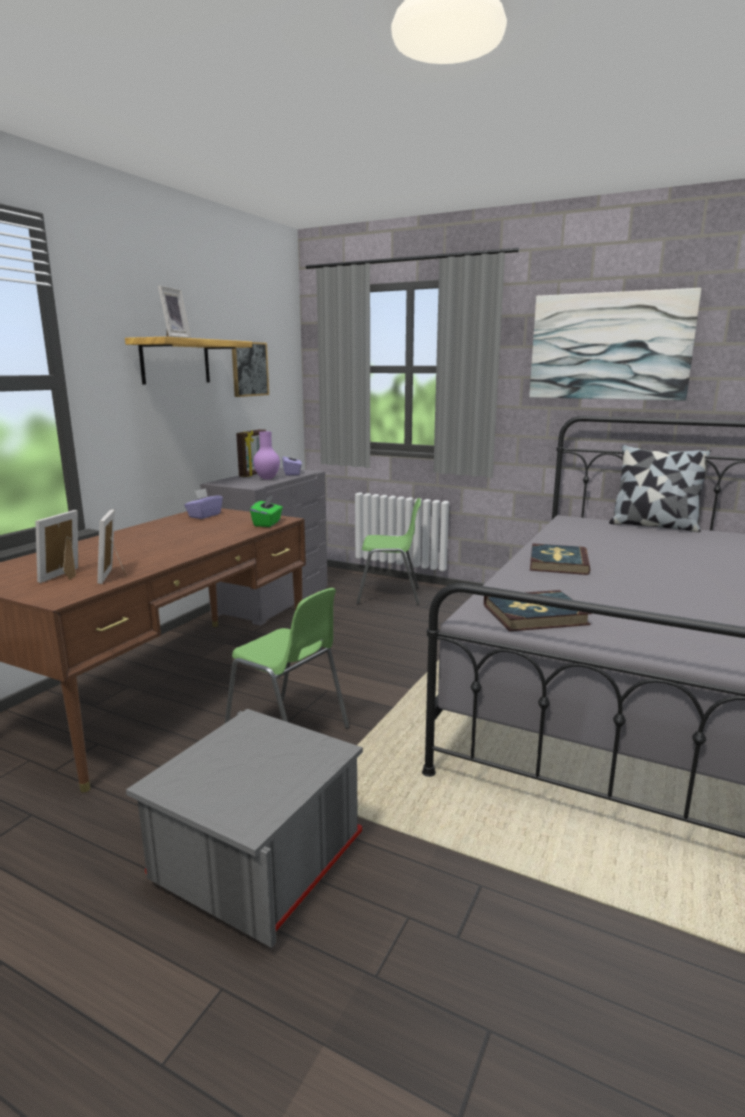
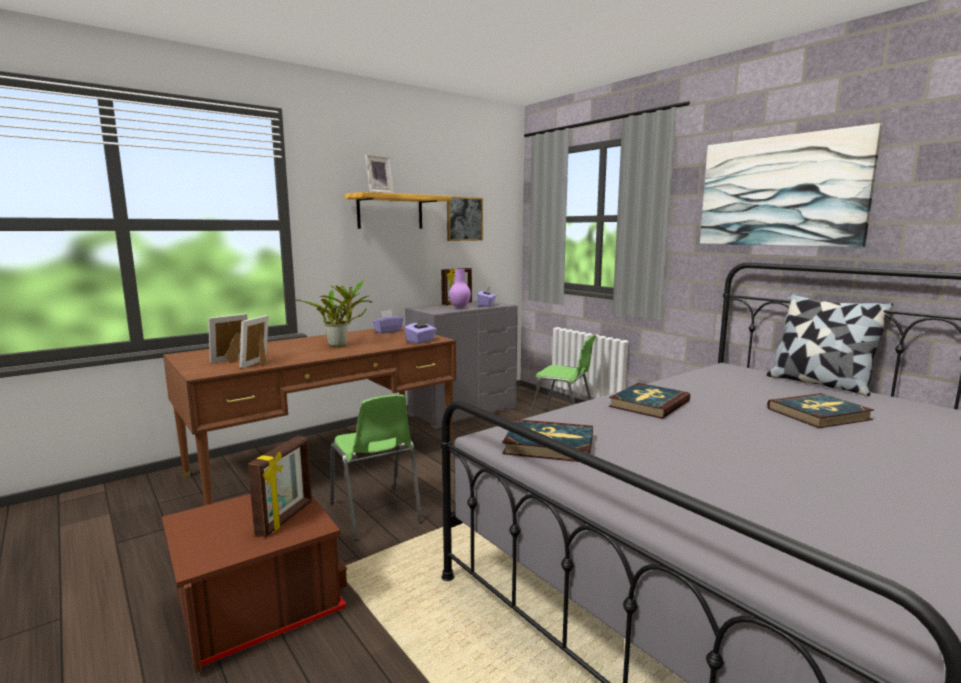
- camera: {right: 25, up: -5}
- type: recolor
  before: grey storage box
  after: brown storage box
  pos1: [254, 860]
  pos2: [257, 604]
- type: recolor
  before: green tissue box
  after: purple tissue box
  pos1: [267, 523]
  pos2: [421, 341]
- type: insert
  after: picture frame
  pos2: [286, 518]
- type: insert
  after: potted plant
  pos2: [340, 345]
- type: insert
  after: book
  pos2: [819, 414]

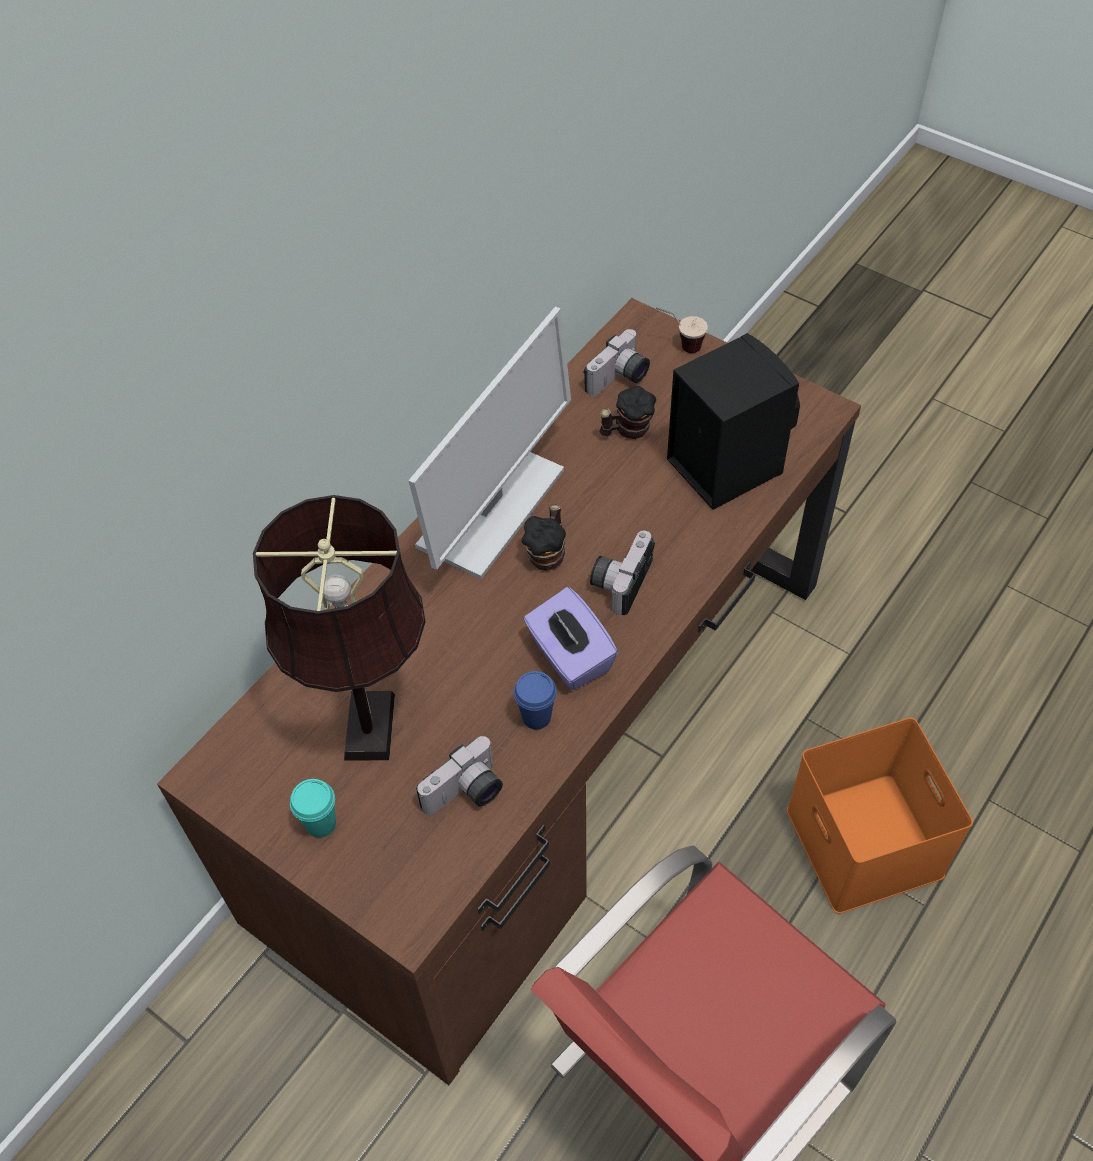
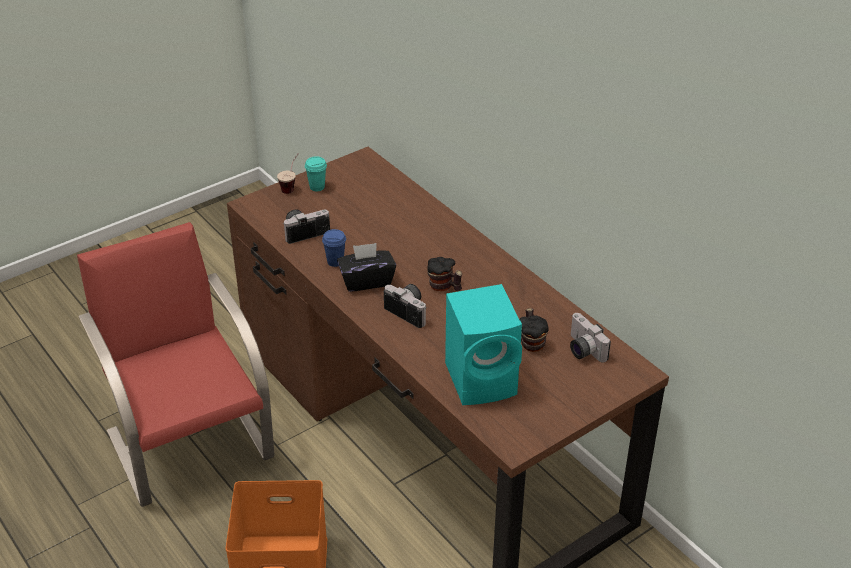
- camera: {right: 105, up: -15}
- type: delete
  before: brown table lamp
  pos1: [371, 719]
- type: delete
  before: monitor
  pos1: [491, 510]
- type: rotate
  before: photo camera
  pos1: [466, 794]
  pos2: [305, 231]
  turn: 90
- type: recolor
  before: purple tissue box
  after: black tissue box
  pos1: [570, 656]
  pos2: [366, 281]
- type: move
  before: cup
  pos1: [679, 345]
  pos2: [291, 186]
- type: recolor
  before: black speaker
  after: turquoise speaker
  pos1: [723, 463]
  pos2: [483, 379]

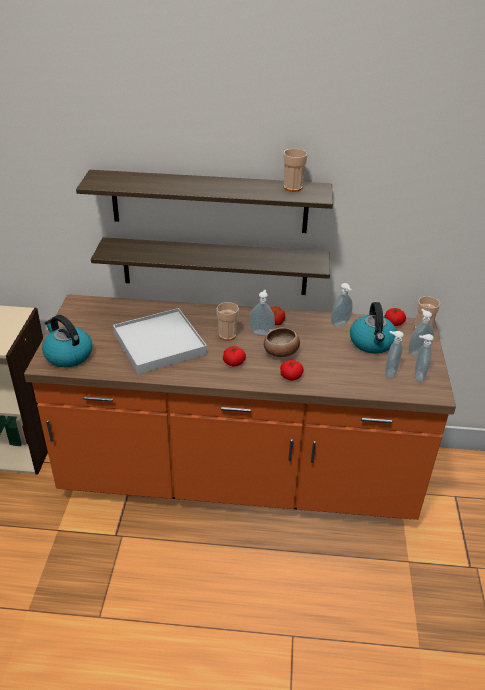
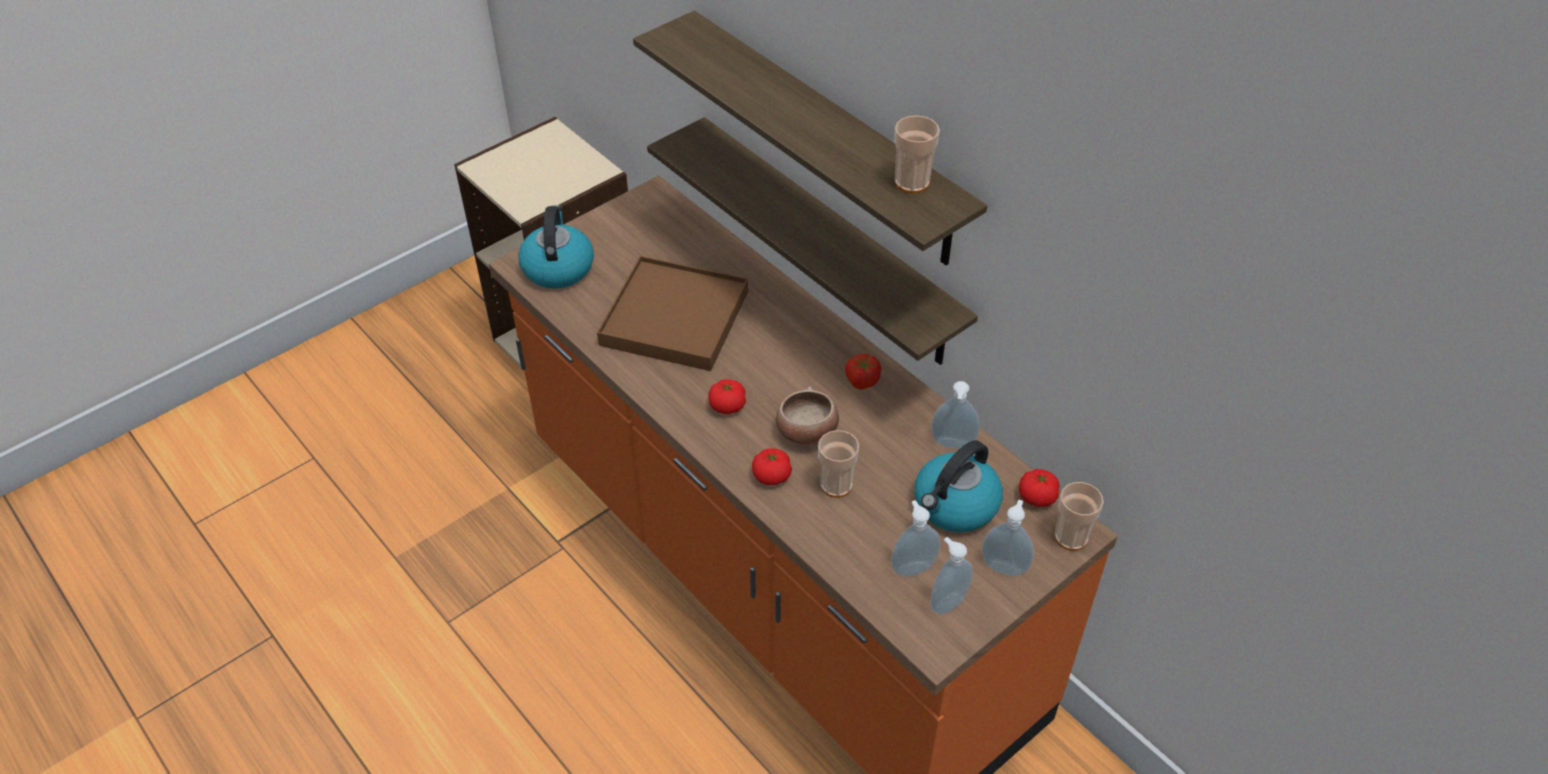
- camera: {right: 45, up: 10}
- type: recolor
  before: white tray
  after: brown tray
  pos1: [159, 343]
  pos2: [675, 318]
- type: move
  before: cup
  pos1: [227, 335]
  pos2: [836, 485]
- type: delete
  before: soap dispenser
  pos1: [261, 332]

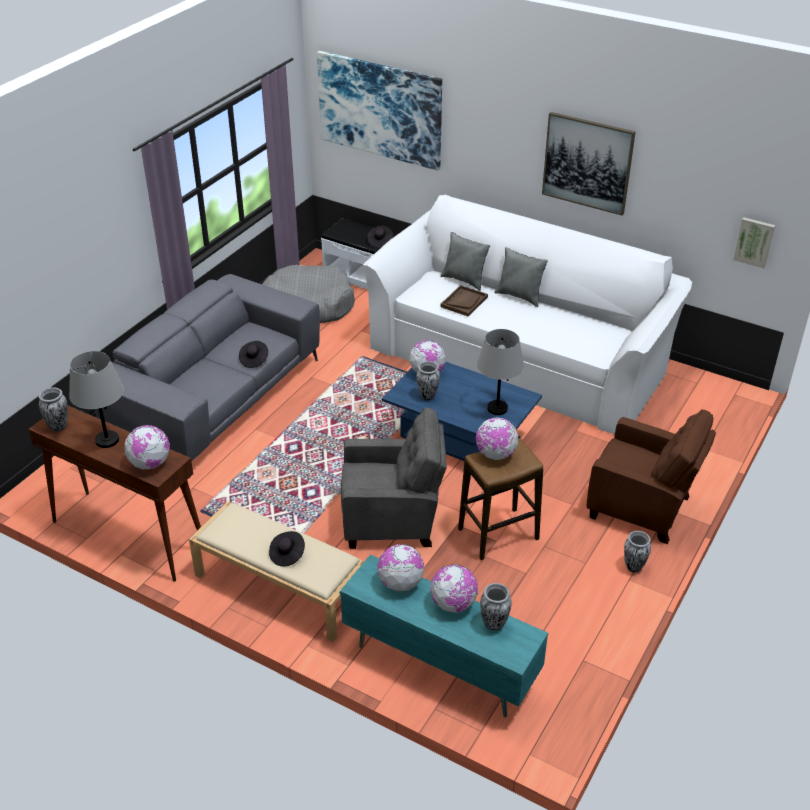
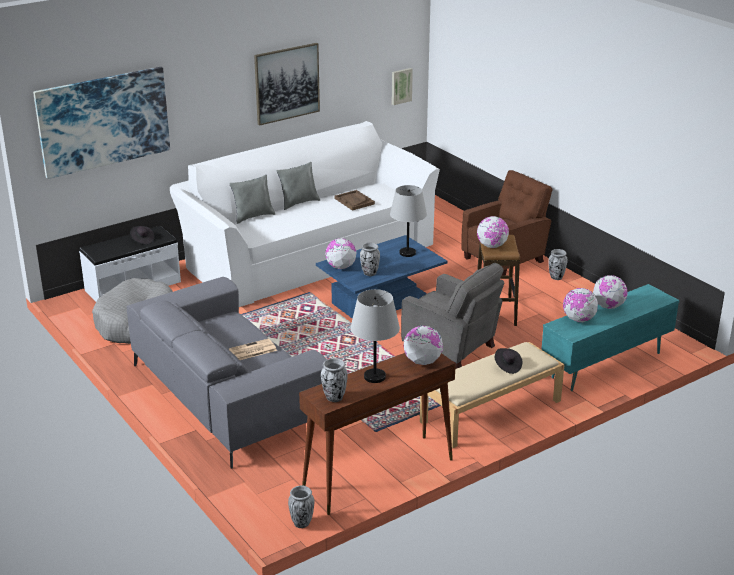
- camera: {right: -65, up: -10}
- type: delete
  before: black hat
  pos1: [254, 360]
- type: rotate
  before: grey armchair
  pos1: [392, 520]
  pos2: [451, 349]
  turn: 105
- type: move
  before: brown tray
  pos1: [464, 302]
  pos2: [354, 201]
- type: move
  before: vase
  pos1: [494, 624]
  pos2: [301, 523]
- type: insert
  after: newspaper
  pos2: [252, 350]

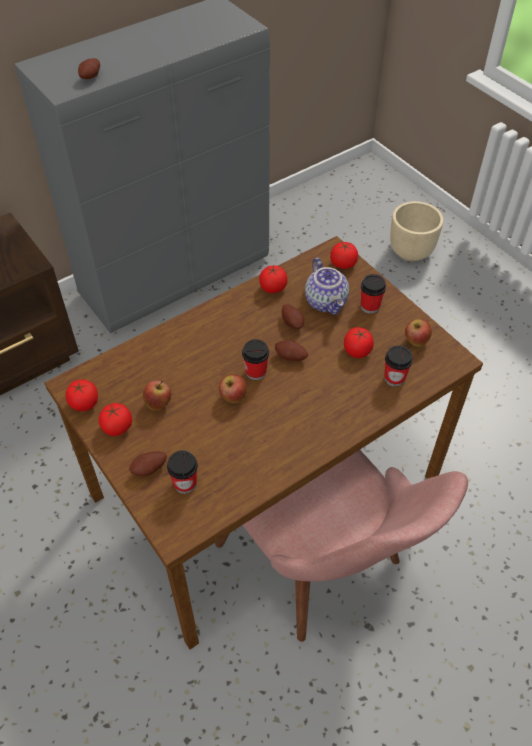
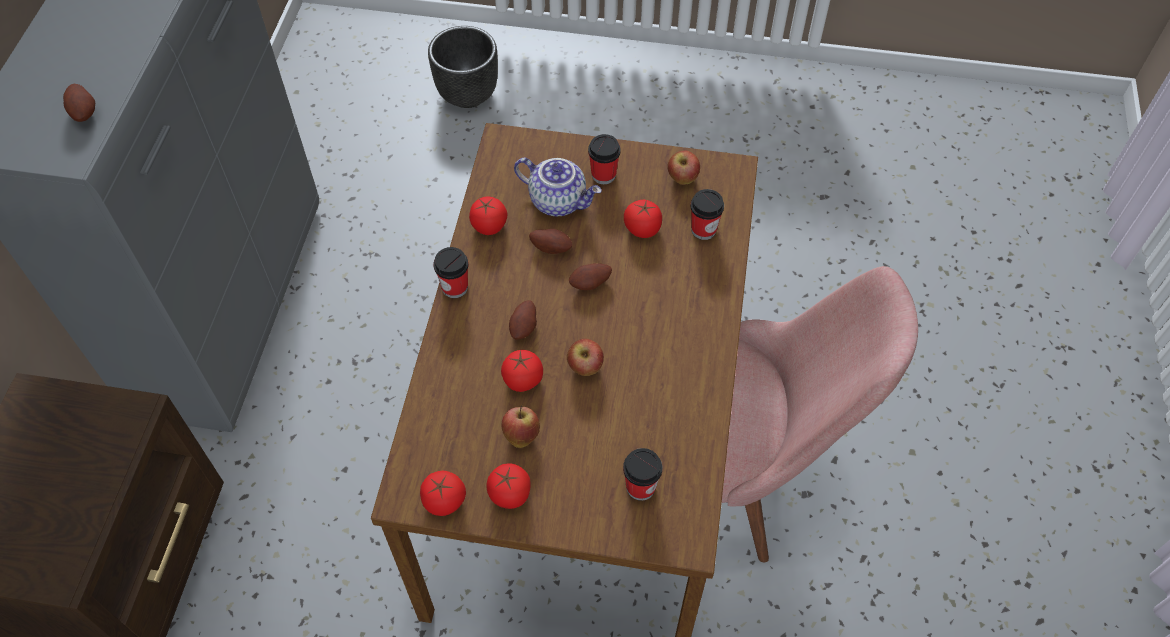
- camera: {right: -45, up: 5}
- type: move
  before: potato
  pos1: [149, 469]
  pos2: [524, 327]
- type: move
  before: cup
  pos1: [256, 372]
  pos2: [455, 287]
- type: move
  before: tomato
  pos1: [343, 264]
  pos2: [522, 379]
- type: recolor
  before: beige planter
  after: black planter
  pos1: [411, 251]
  pos2: [467, 94]

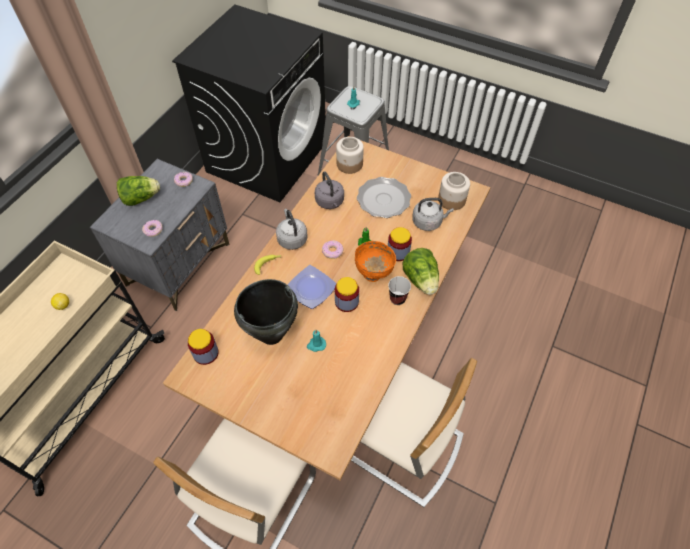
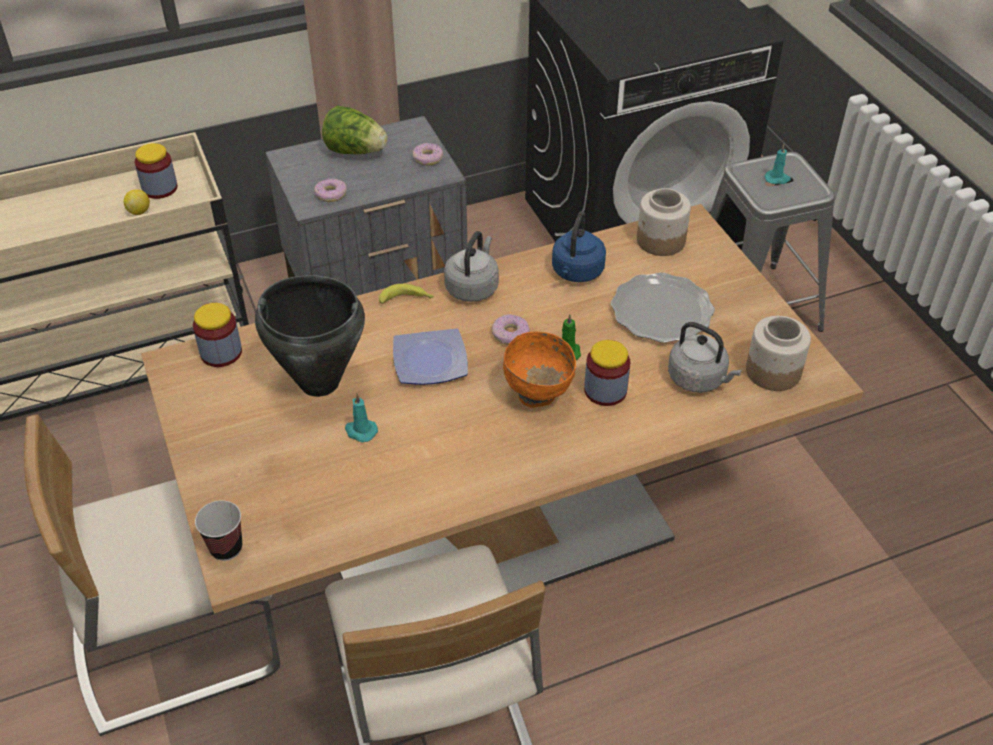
- camera: {right: 40, up: -10}
- type: recolor
  before: grey kettle
  after: blue kettle
  pos1: [330, 202]
  pos2: [576, 273]
- type: move
  before: jar
  pos1: [346, 302]
  pos2: [160, 188]
- type: move
  before: cup
  pos1: [397, 298]
  pos2: [226, 548]
- type: delete
  before: lettuce
  pos1: [421, 280]

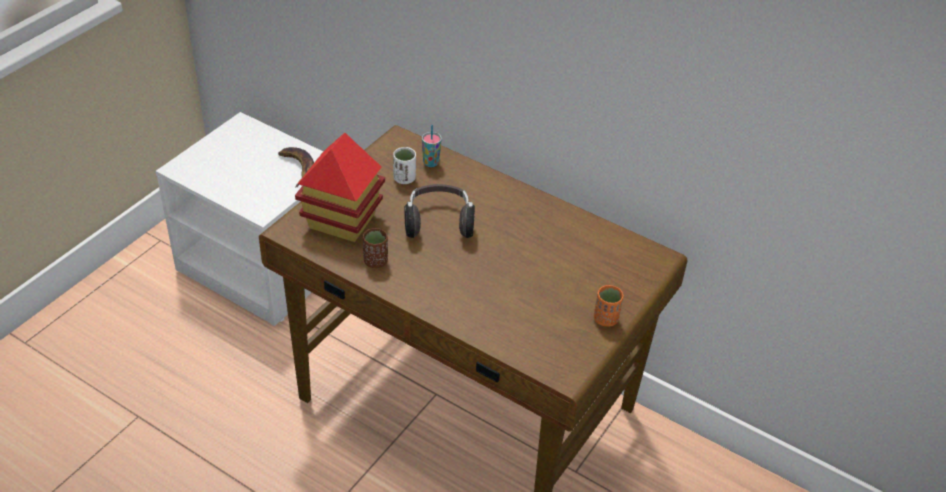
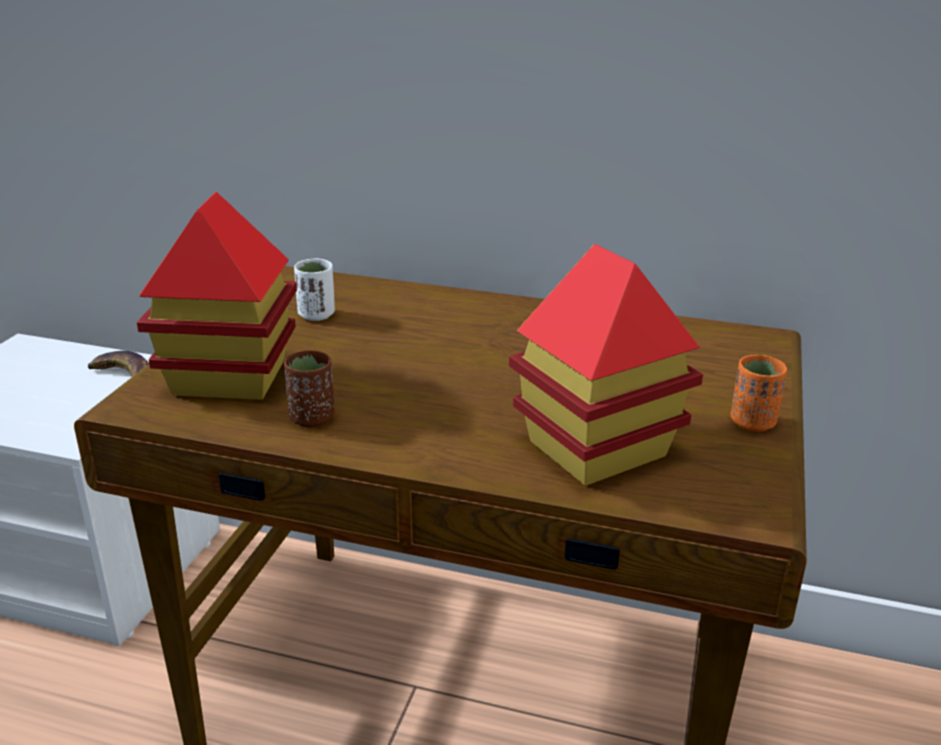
- camera: {right: -15, up: -15}
- type: delete
  before: headphones
  pos1: [439, 222]
- type: delete
  before: cup
  pos1: [431, 163]
- type: insert
  after: toy house
  pos2: [596, 449]

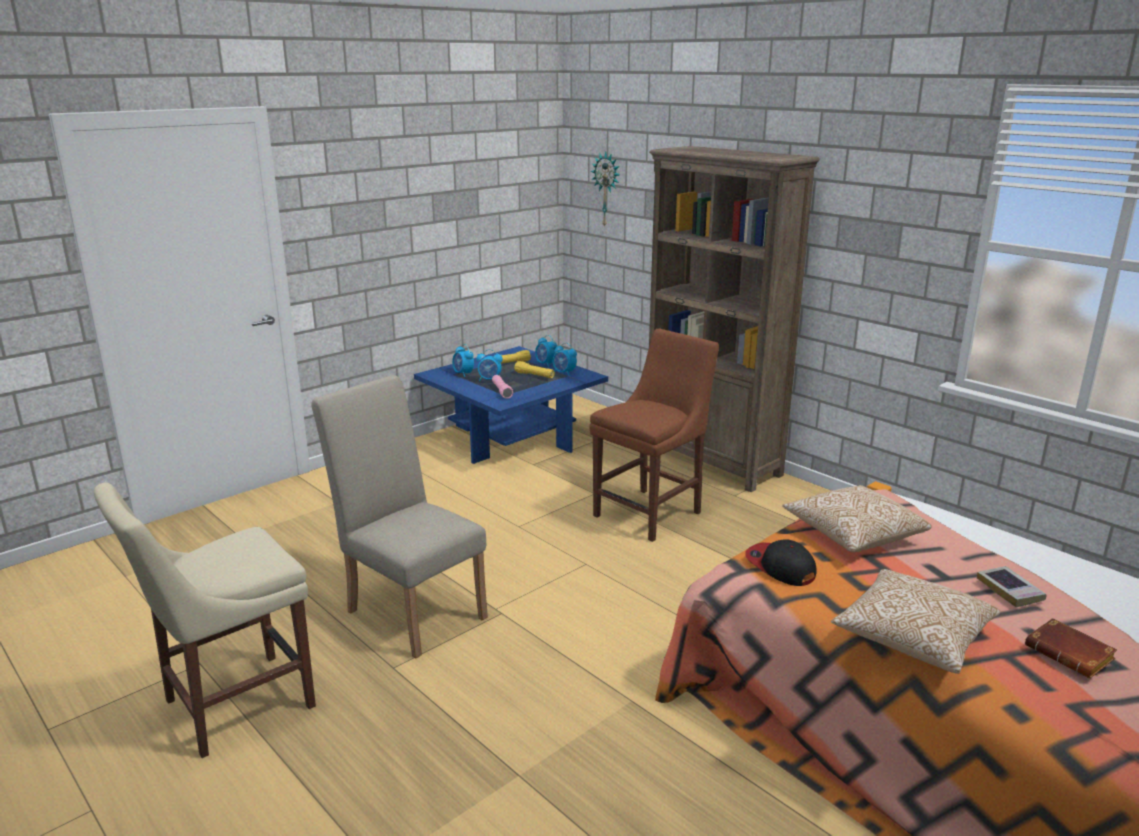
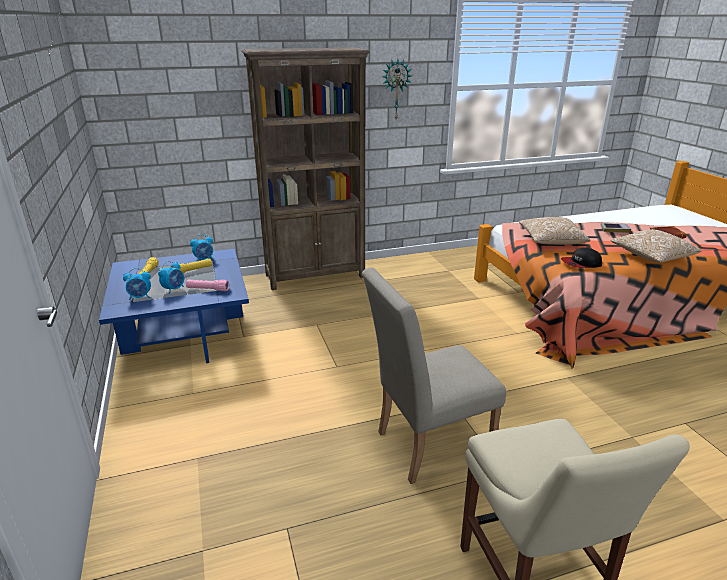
- camera: {right: -65, up: 5}
- type: delete
  before: alarm clock
  pos1: [546, 364]
- type: delete
  before: brown chair
  pos1: [651, 512]
- type: move
  before: wall clock
  pos1: [607, 189]
  pos2: [396, 89]

